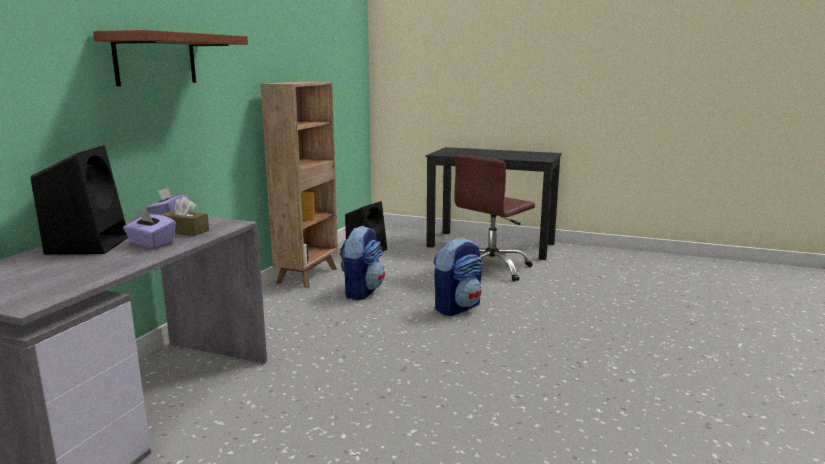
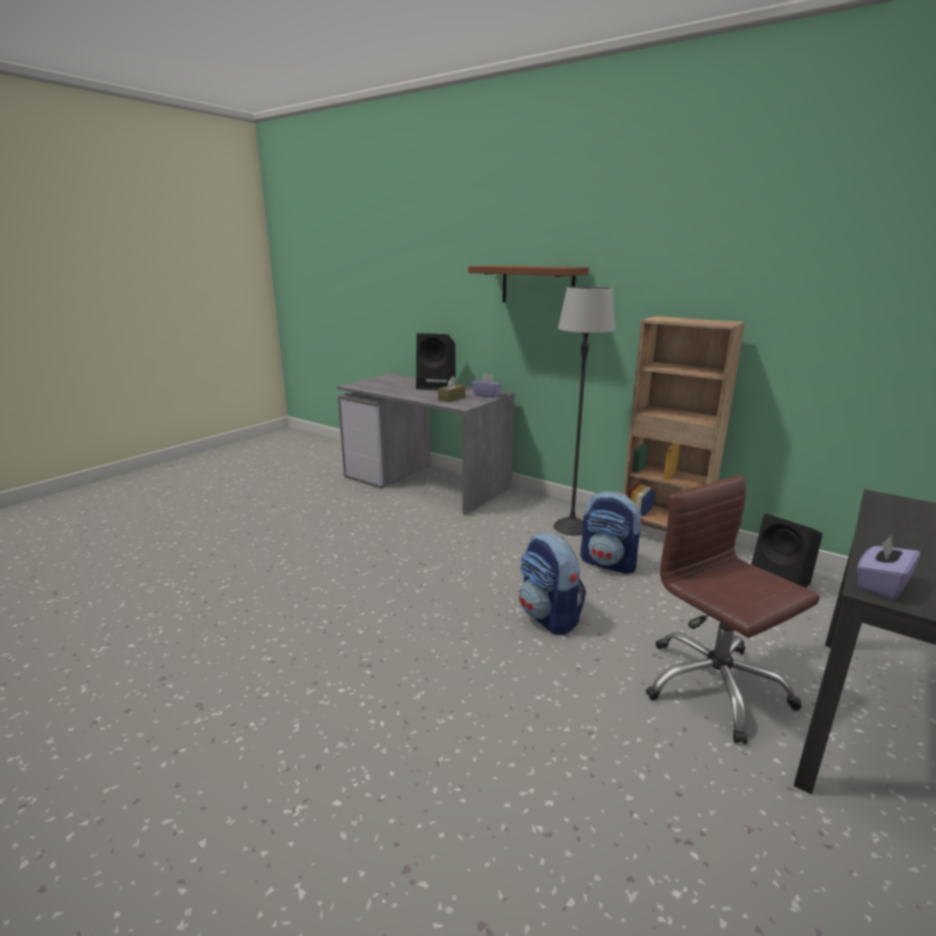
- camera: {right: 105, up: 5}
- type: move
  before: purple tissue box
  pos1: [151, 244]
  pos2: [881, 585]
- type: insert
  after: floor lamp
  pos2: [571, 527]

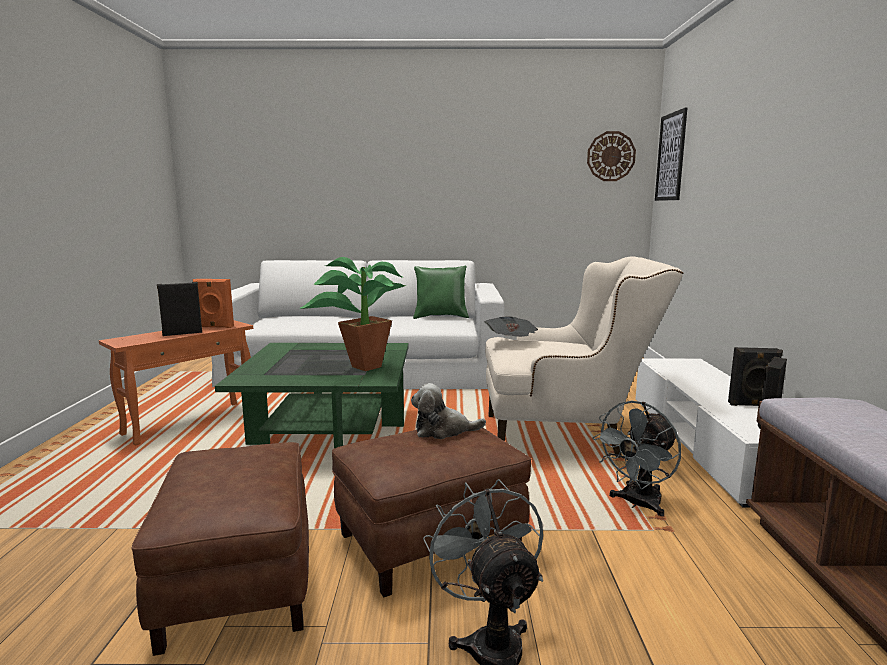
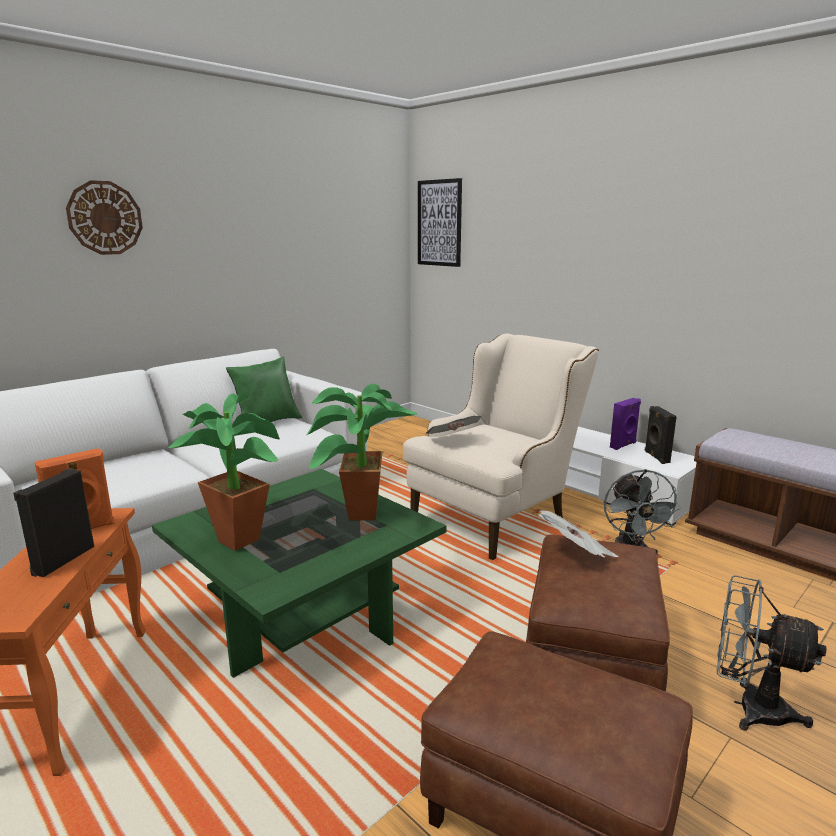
- camera: {right: -45, up: 5}
- type: replace
  before: plush toy
  after: newspaper
  pos1: [443, 430]
  pos2: [576, 553]
- type: move
  before: wall clock
  pos1: [611, 156]
  pos2: [105, 218]
- type: recolor
  before: black speaker
  after: purple speaker
  pos1: [751, 405]
  pos2: [623, 445]
- type: insert
  after: potted plant
  pos2: [238, 536]

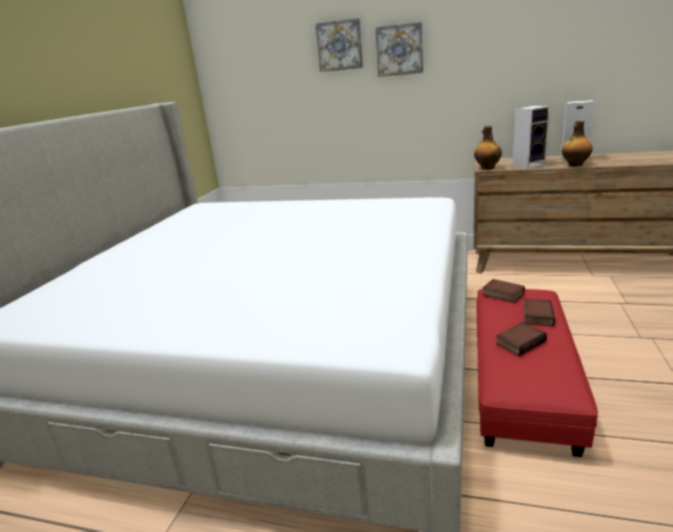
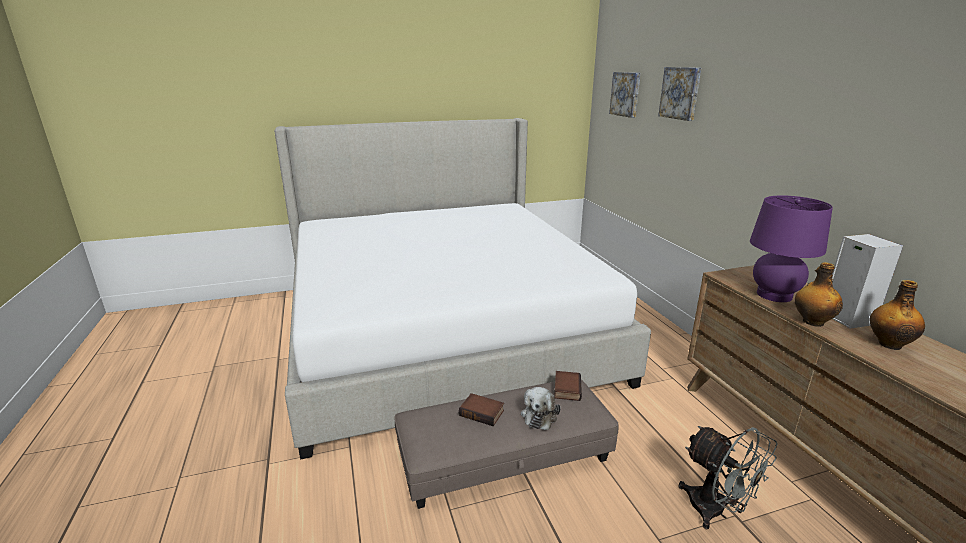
- camera: {right: 55, up: 0}
- type: move
  before: picture
  pos1: [399, 50]
  pos2: [626, 94]
- type: move
  before: bottle
  pos1: [487, 168]
  pos2: [889, 344]
- type: recolor
  before: red ottoman
  after: grey ottoman
  pos1: [521, 379]
  pos2: [504, 457]
- type: replace
  before: speaker
  after: purple table lamp
  pos1: [529, 165]
  pos2: [774, 295]
- type: replace
  before: book
  after: plush toy
  pos1: [536, 315]
  pos2: [539, 415]
- type: insert
  after: grey fan
  pos2: [715, 511]

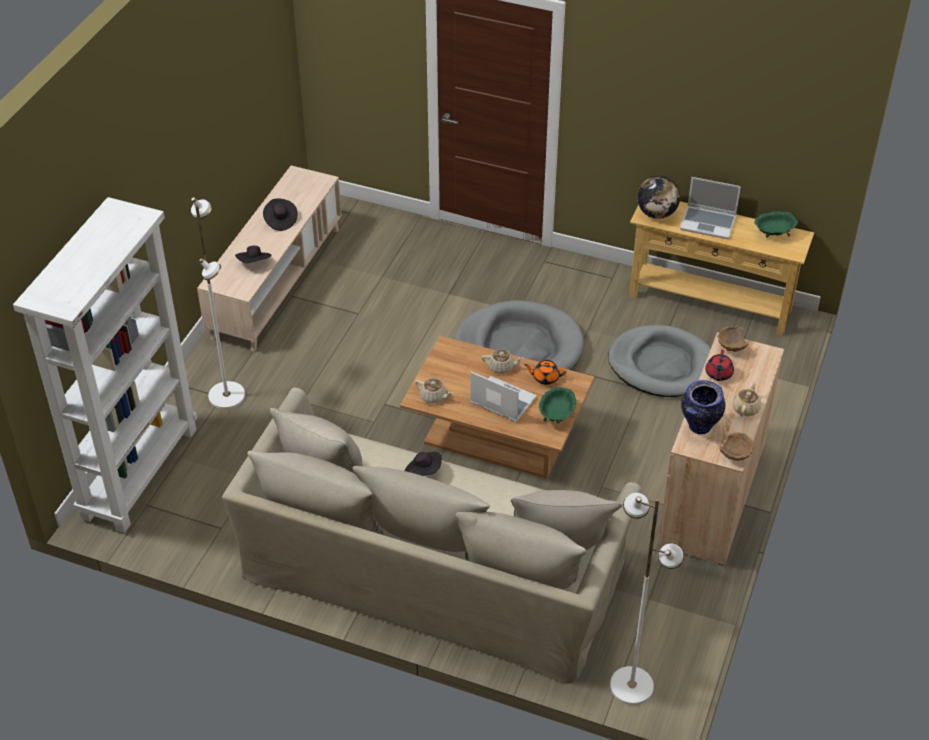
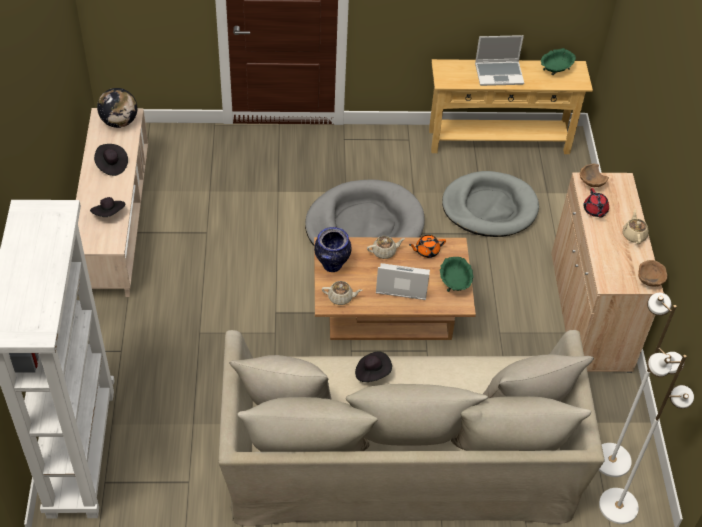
- camera: {right: -25, up: 5}
- type: move
  before: white floor lamp
  pos1: [227, 395]
  pos2: [612, 460]
- type: move
  before: globe
  pos1: [656, 214]
  pos2: [119, 122]
- type: move
  before: vase
  pos1: [699, 427]
  pos2: [332, 266]

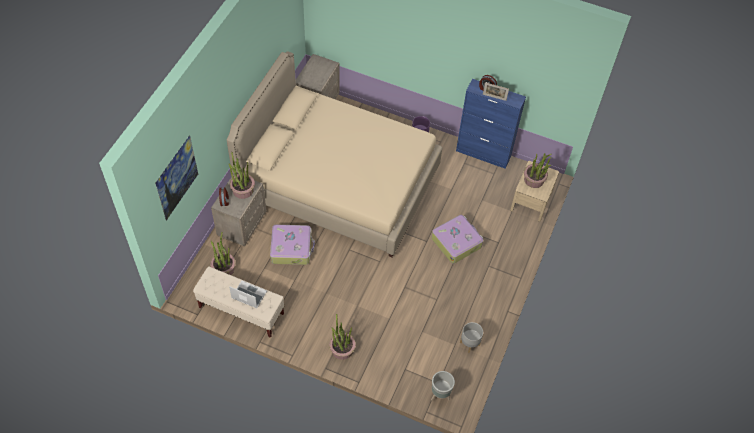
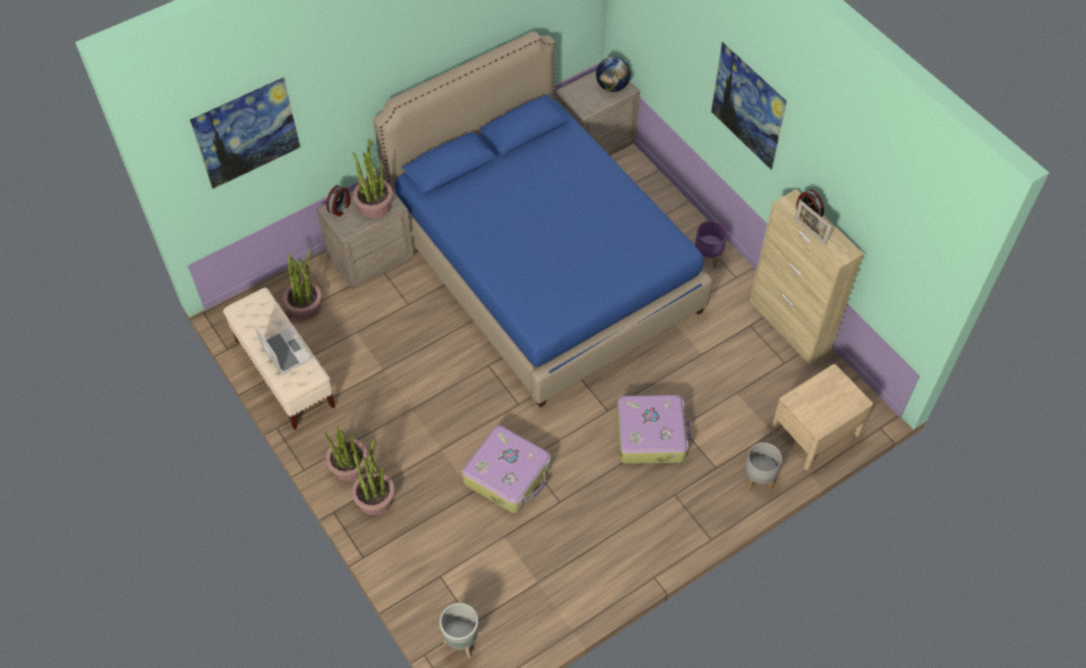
- camera: {right: 35, up: 0}
- type: recolor
  before: beige bed
  after: blue bed
  pos1: [339, 183]
  pos2: [543, 266]
- type: move
  before: suitcase
  pos1: [291, 248]
  pos2: [508, 475]
- type: recolor
  before: blue cabinet
  after: beige cabinet
  pos1: [483, 154]
  pos2: [790, 326]
- type: move
  before: grey planter
  pos1: [469, 344]
  pos2: [758, 479]
- type: move
  before: potted plant
  pos1: [534, 180]
  pos2: [349, 466]
- type: insert
  after: globe
  pos2: [612, 86]
- type: insert
  after: picture
  pos2: [744, 123]

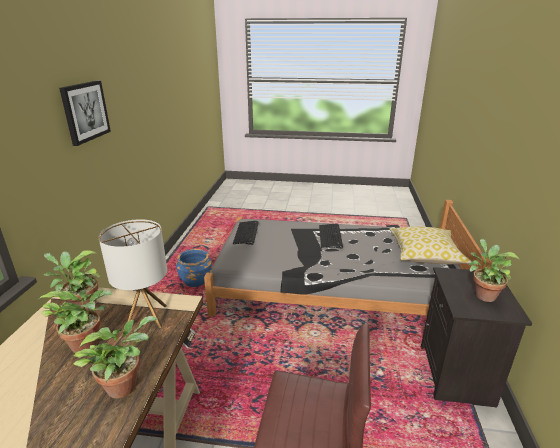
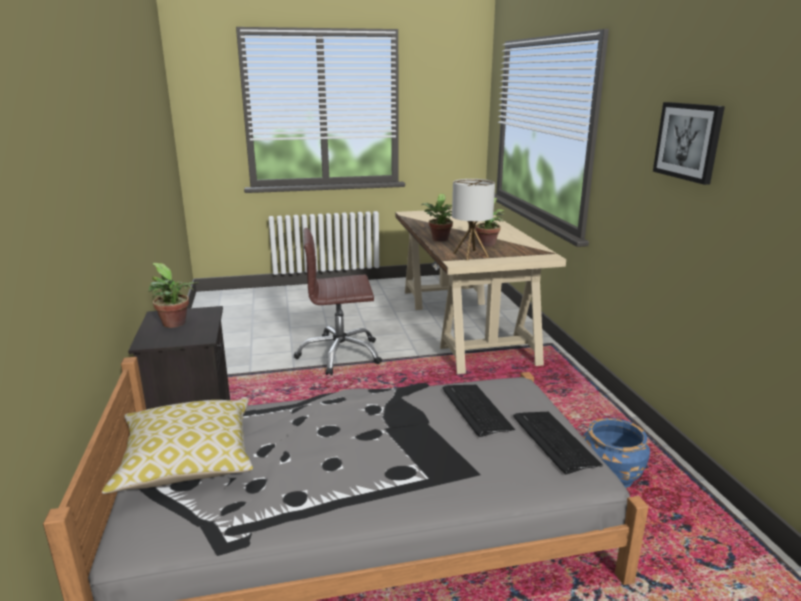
- camera: {right: 160, up: -5}
- type: delete
  before: potted plant
  pos1: [81, 307]
- type: move
  before: keyboard
  pos1: [330, 236]
  pos2: [476, 409]

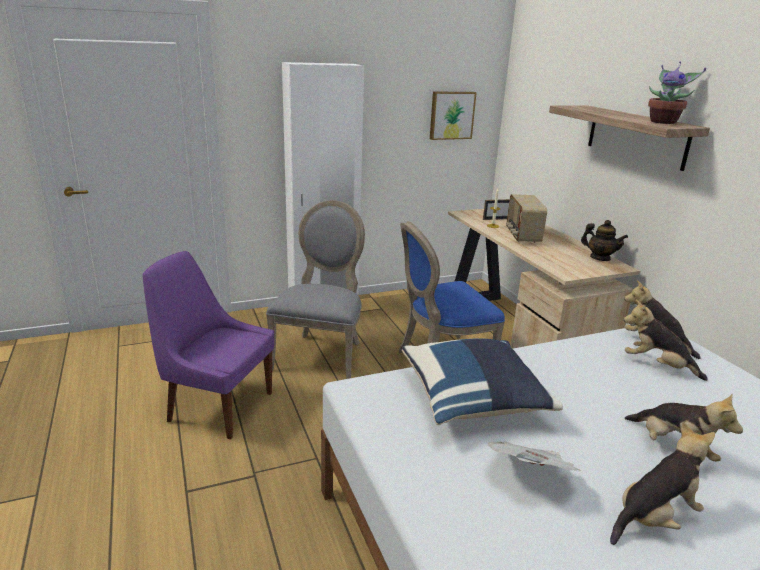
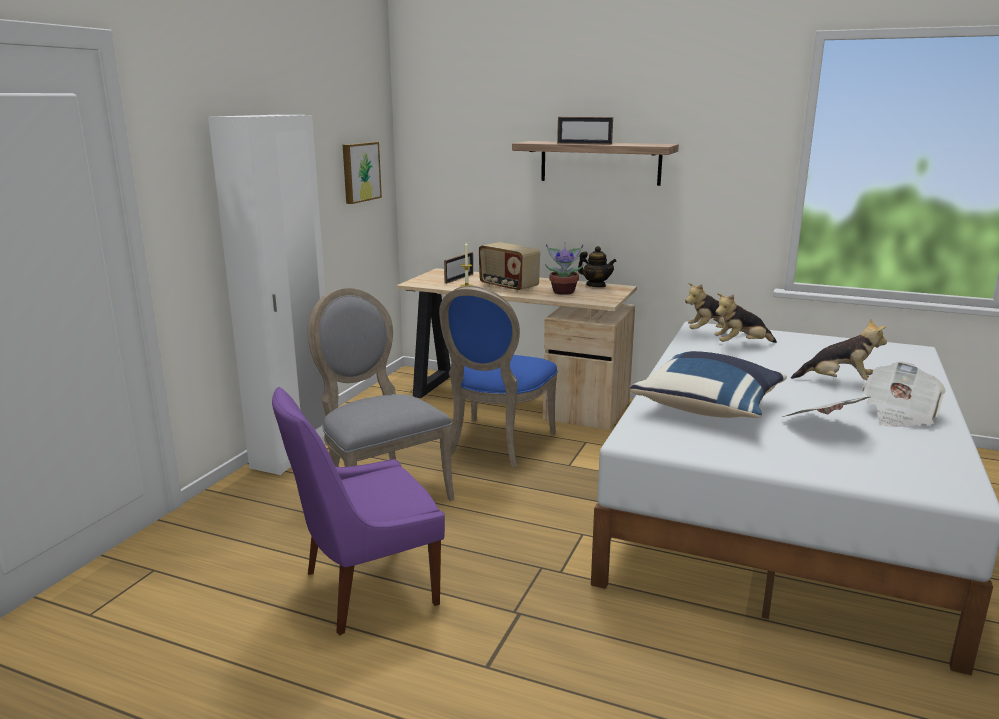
- camera: {right: -45, up: -5}
- type: rotate
  before: teapot
  pos1: [600, 258]
  pos2: [596, 285]
  turn: 45
- type: replace
  before: plush toy
  after: newspaper
  pos1: [654, 518]
  pos2: [898, 414]
- type: move
  before: potted plant
  pos1: [664, 122]
  pos2: [563, 292]
- type: insert
  after: picture frame
  pos2: [584, 143]

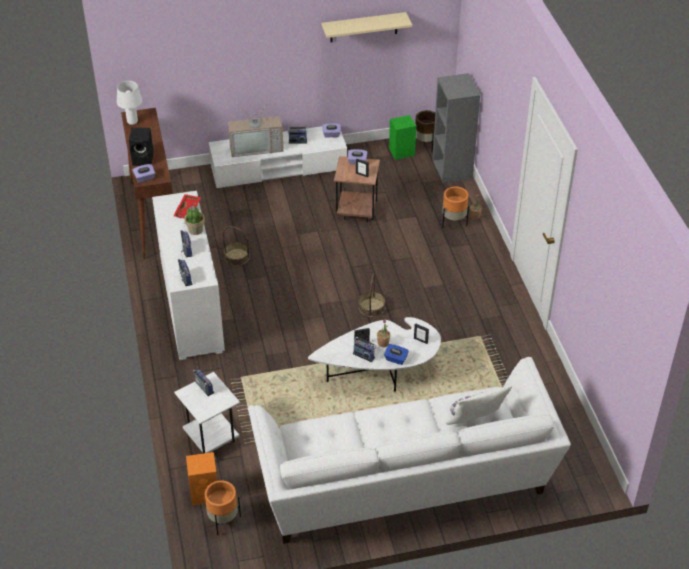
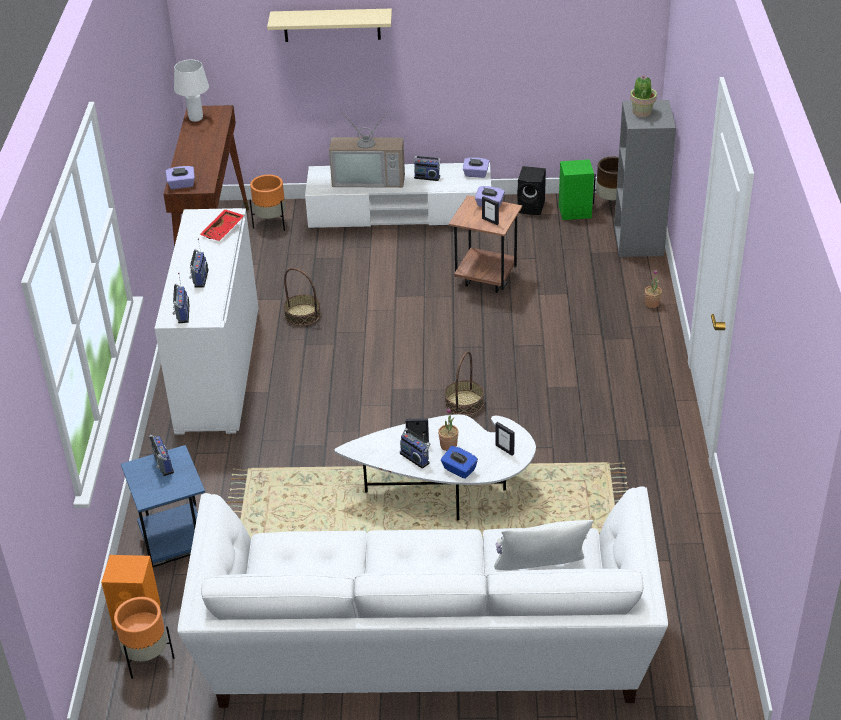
- camera: {right: 15, up: -5}
- type: move
  before: black speaker
  pos1: [144, 159]
  pos2: [532, 207]
- type: recolor
  before: white side table
  after: blue side table
  pos1: [211, 440]
  pos2: [174, 546]
- type: move
  before: potted plant
  pos1: [195, 230]
  pos2: [641, 112]
- type: move
  before: beige shelf
  pos1: [363, 27]
  pos2: [332, 25]
- type: move
  before: orange planter
  pos1: [453, 222]
  pos2: [270, 224]

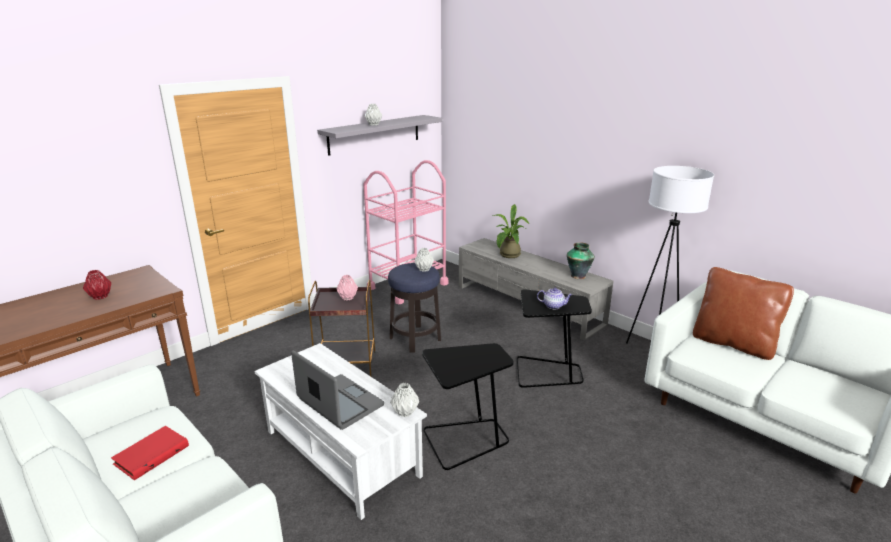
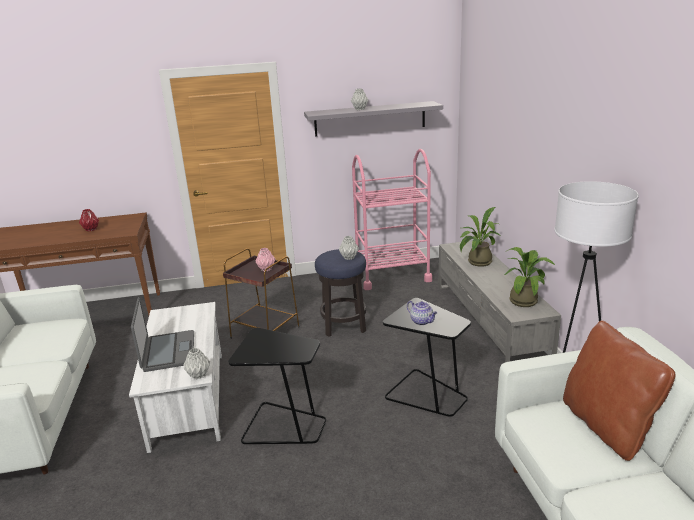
- camera: {right: 35, up: 0}
- type: delete
  before: red book
  pos1: [151, 454]
- type: replace
  before: vase
  after: potted plant
  pos1: [578, 276]
  pos2: [525, 300]

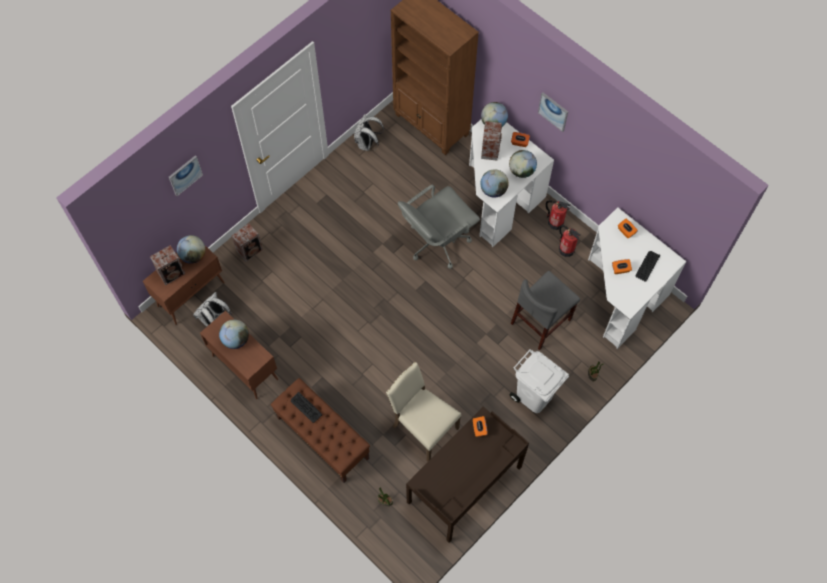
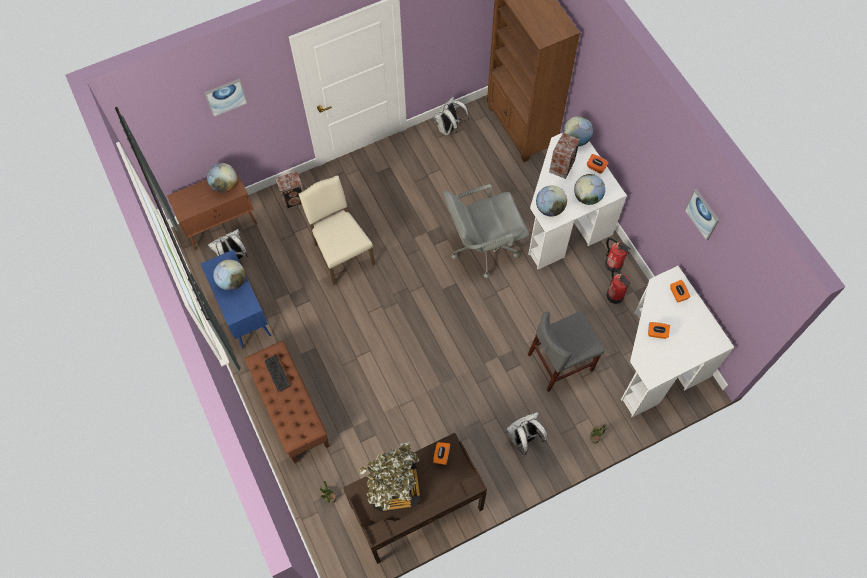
- camera: {right: 20, up: 0}
- type: delete
  before: speaker
  pos1: [172, 273]
- type: recolor
  before: brown cabinet
  after: blue cabinet
  pos1: [244, 367]
  pos2: [243, 313]
- type: move
  before: beige chair
  pos1: [423, 427]
  pos2: [341, 254]
- type: replace
  before: white trash can
  after: white backpack
  pos1: [533, 396]
  pos2: [523, 438]
- type: move
  before: picture
  pos1: [553, 111]
  pos2: [702, 214]
- type: delete
  before: keyboard
  pos1: [647, 266]
- type: insert
  after: potted plant
  pos2: [394, 487]

